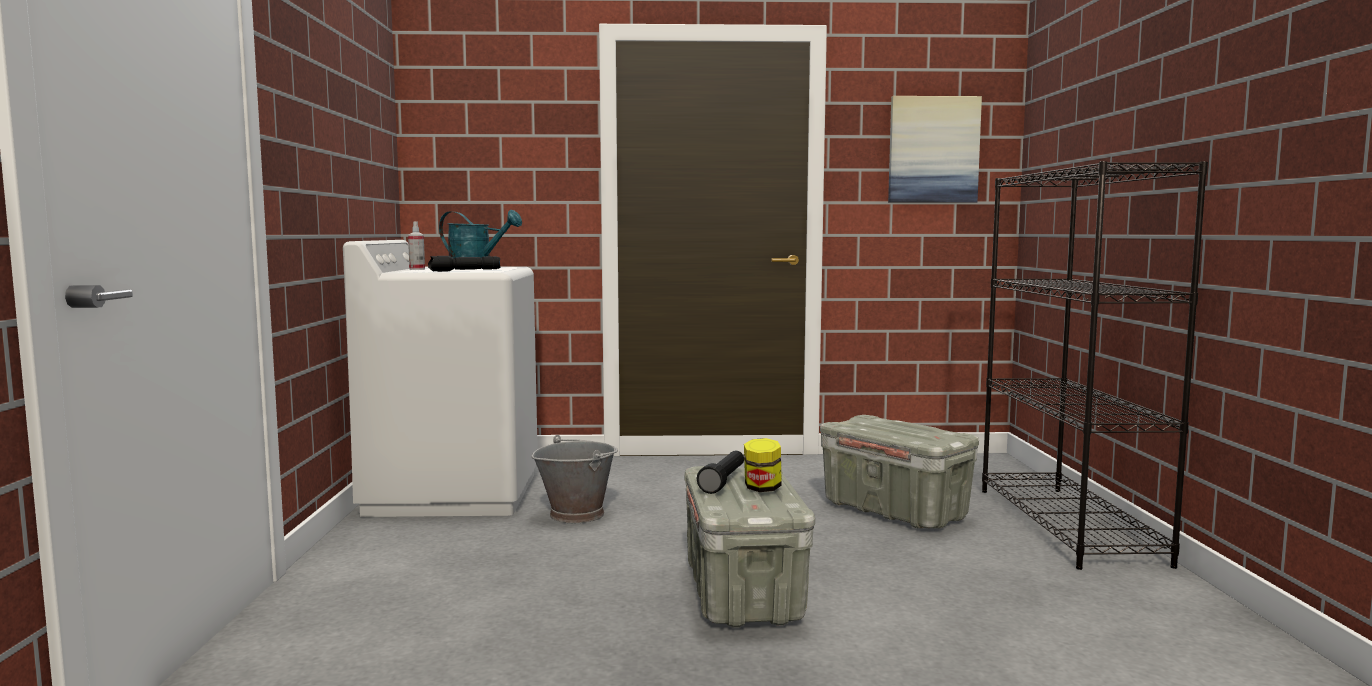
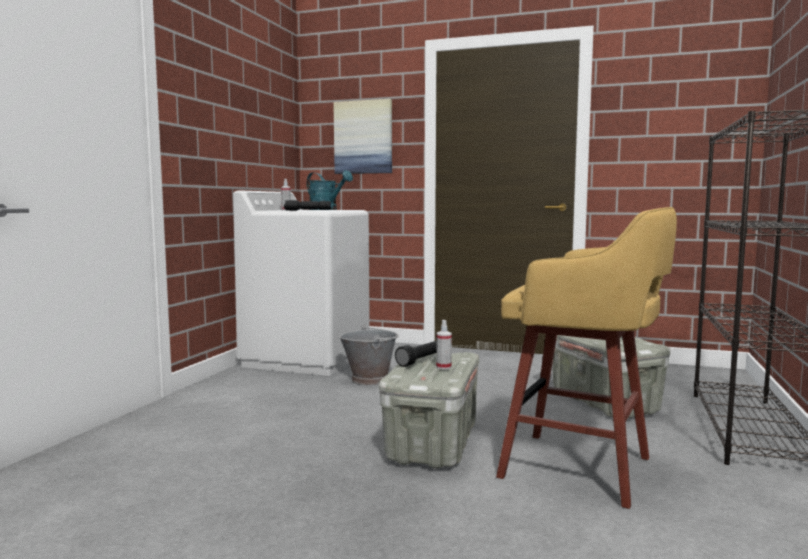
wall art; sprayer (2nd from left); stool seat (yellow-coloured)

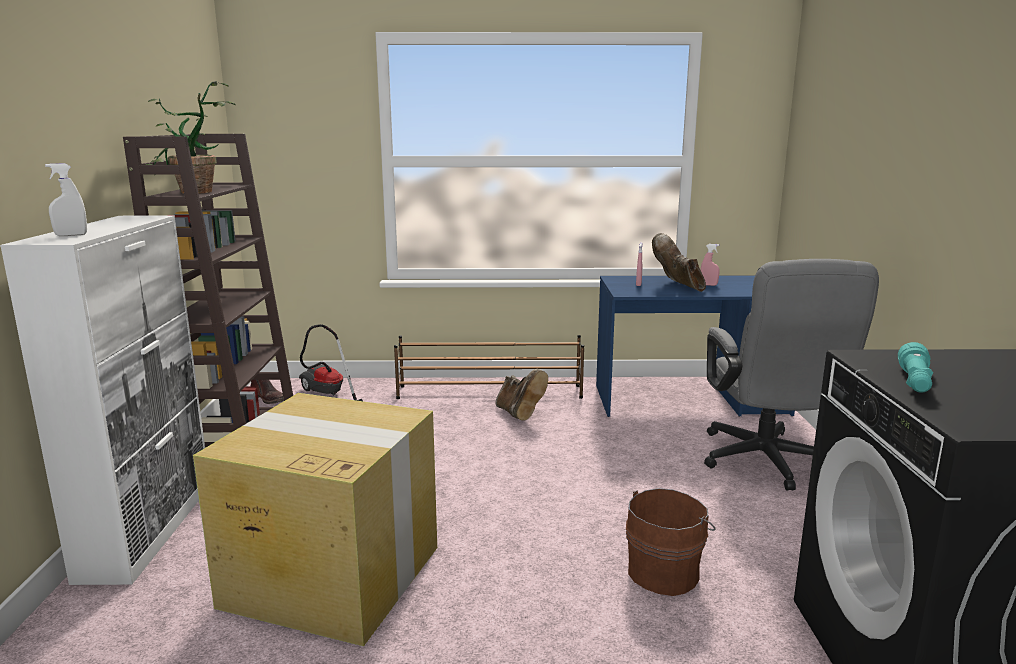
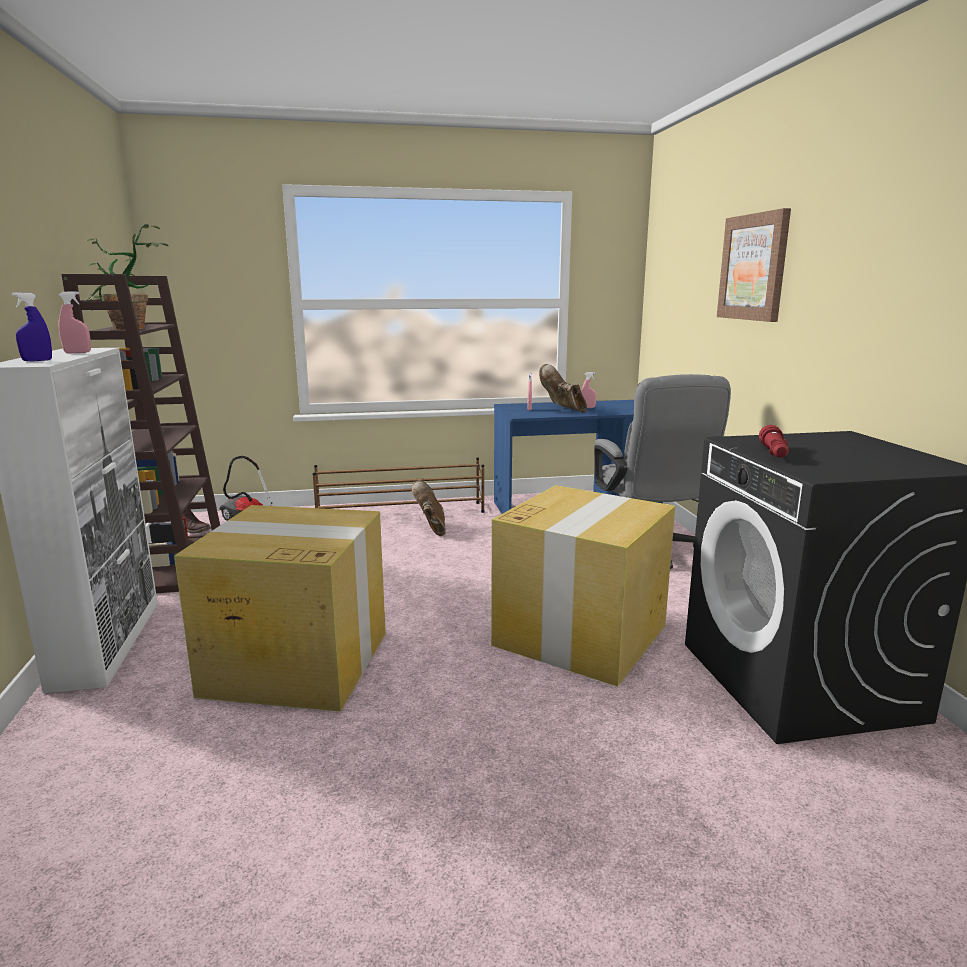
sprayer (blue-coloured); flashlight (reddish); tall boot (brownish) (2nd from left); packing box (2nd from left); wall art; sprayer (pink-coloured) (1st from left)

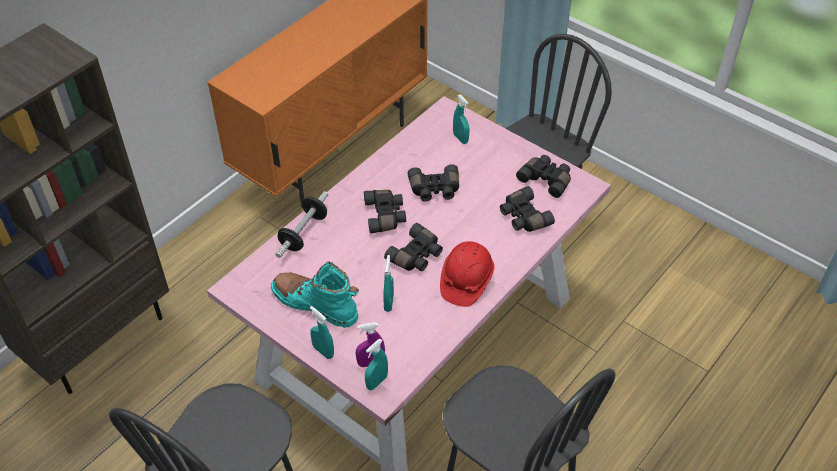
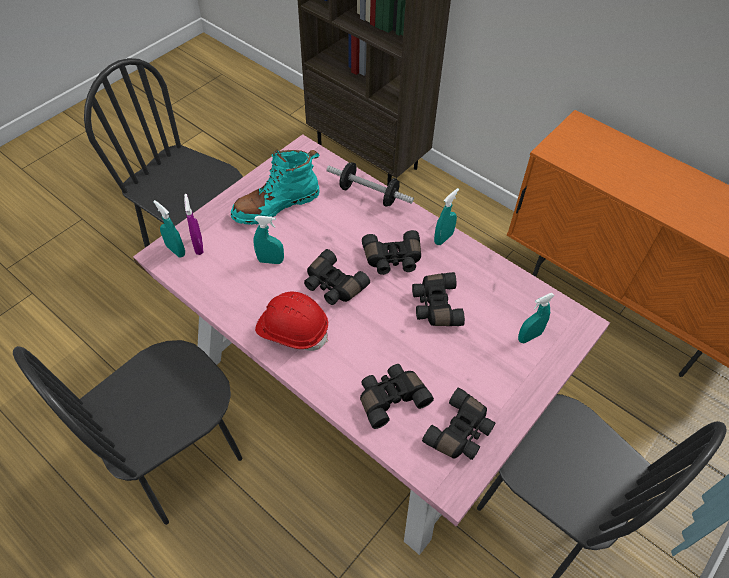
tall boot (blue-green); sprayer (blue-green) (3rd from left)

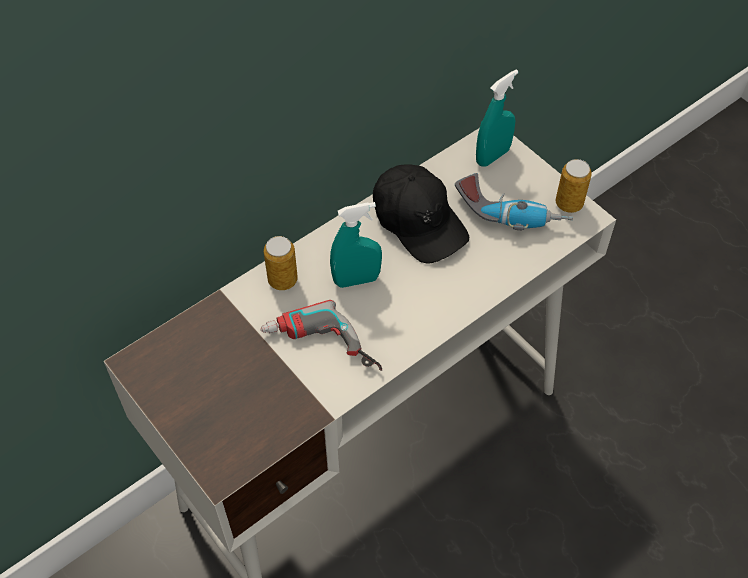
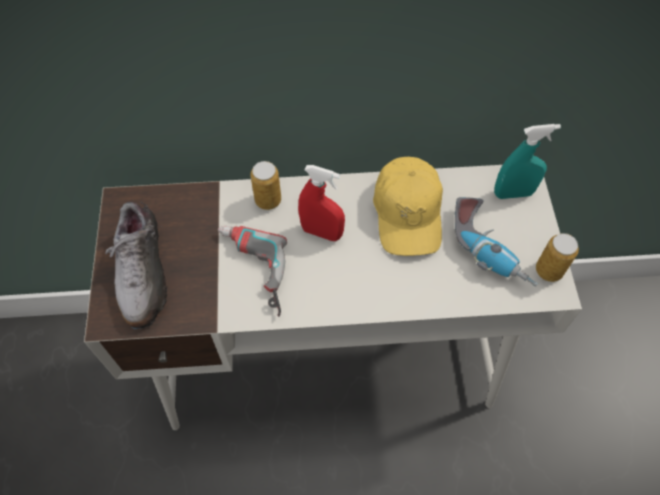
peaked cap (yellow-coloured); sprayer (reddish); low shoe

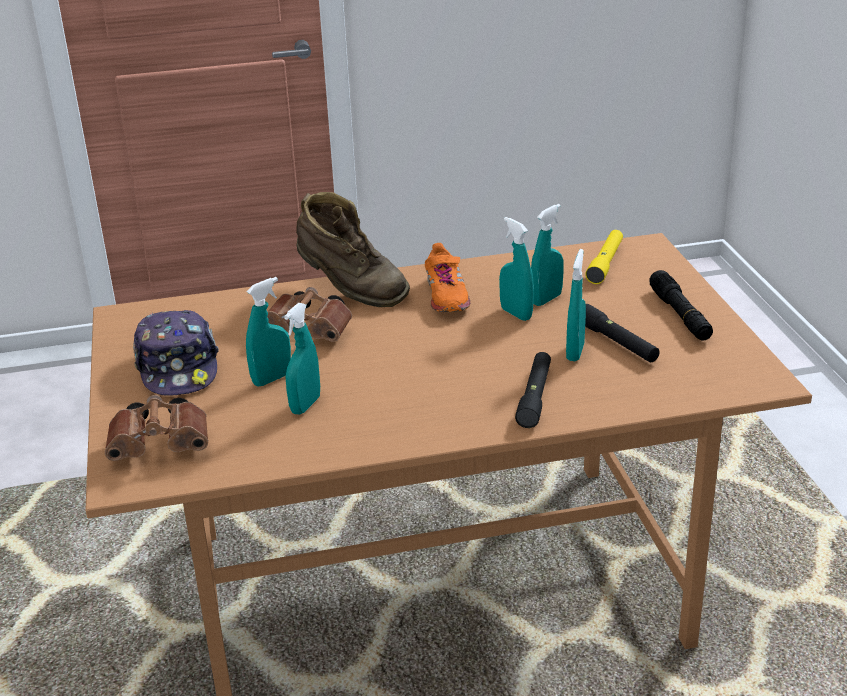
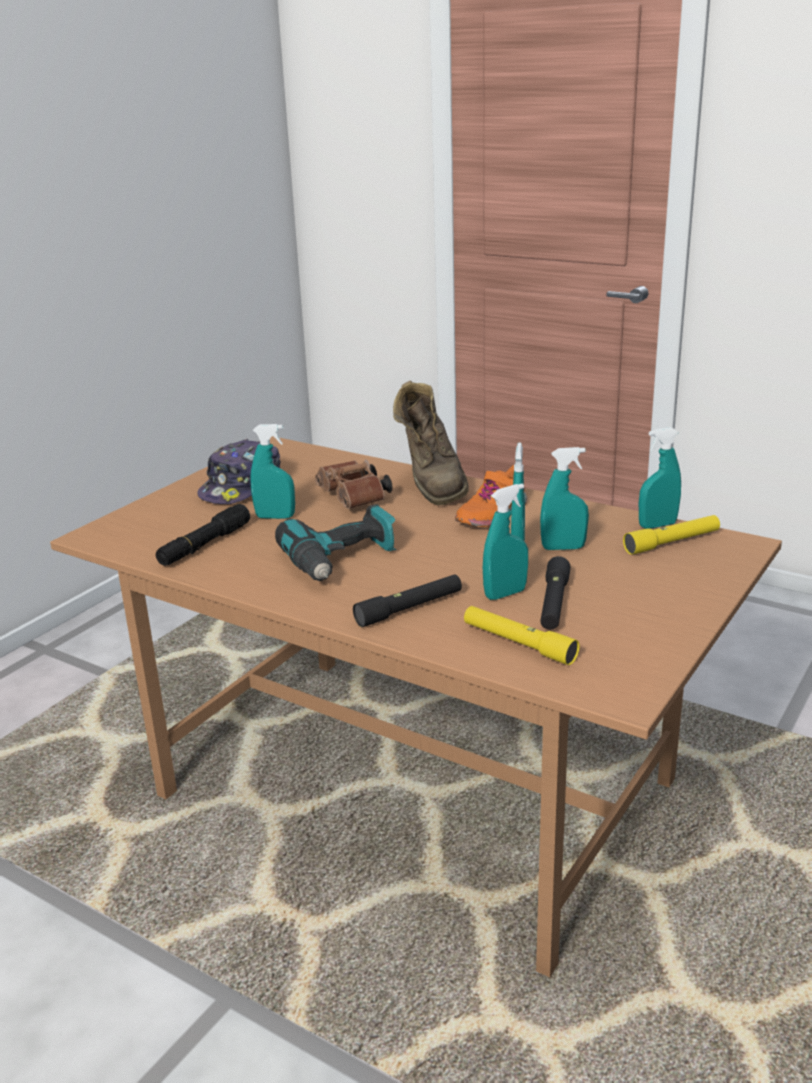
flashlight (blackish) (1st from left); sprayer (blue-green) (5th from left); pair of binoculars (brownish) (1st from left in the first image); drill; flashlight (yellow-coloured) (1st from left)

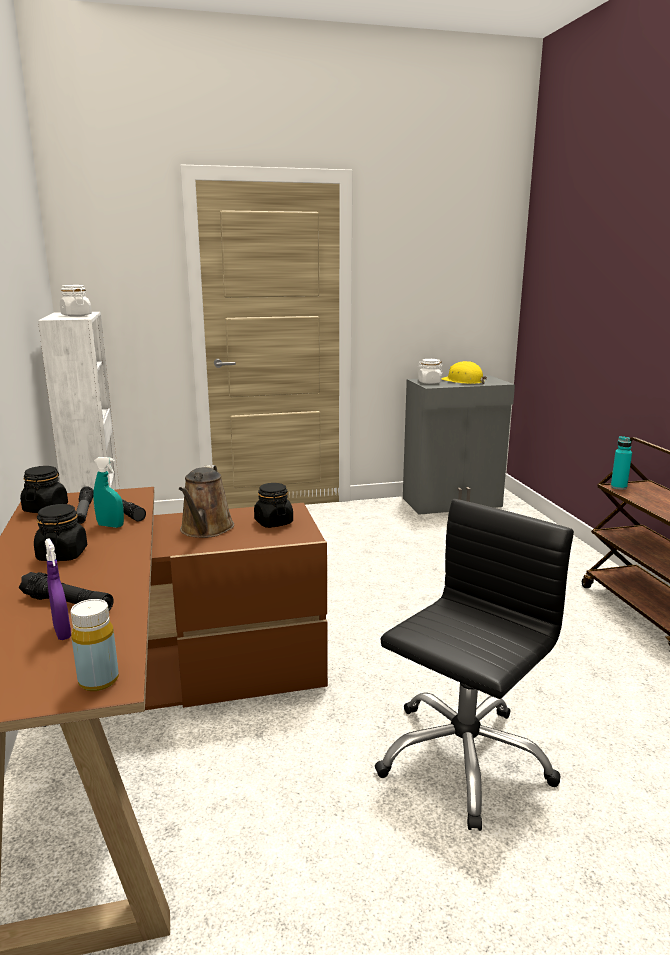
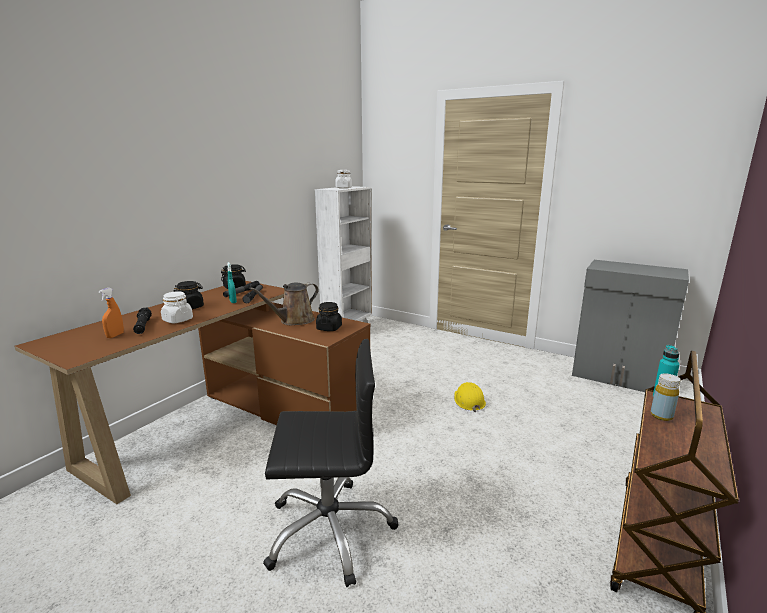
storage jar (whitish) (1st from left); safety helmet (yellow-coloured); sprayer (orangey); beverage bottle (yellow-coloured)

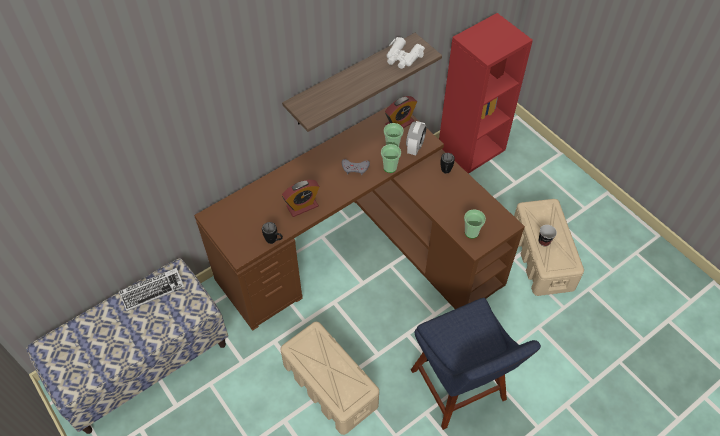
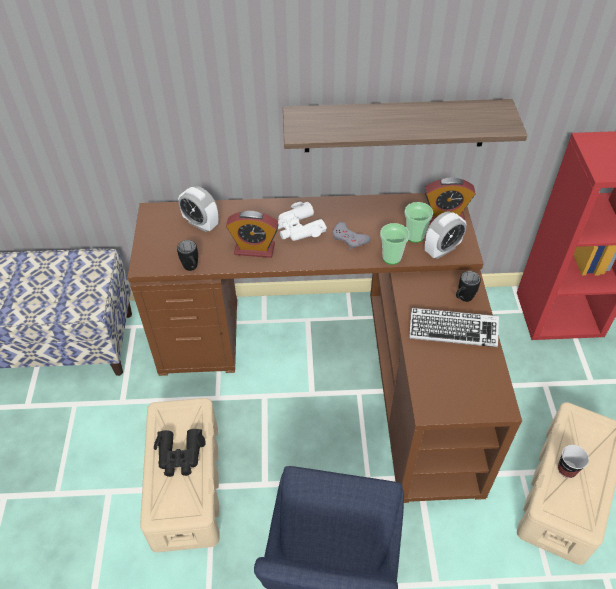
pair of binoculars (whitish); drinking cup (3rd from left in the first image); PC keyboard; alarm clock (1st from left); pair of binoculars (blackish)

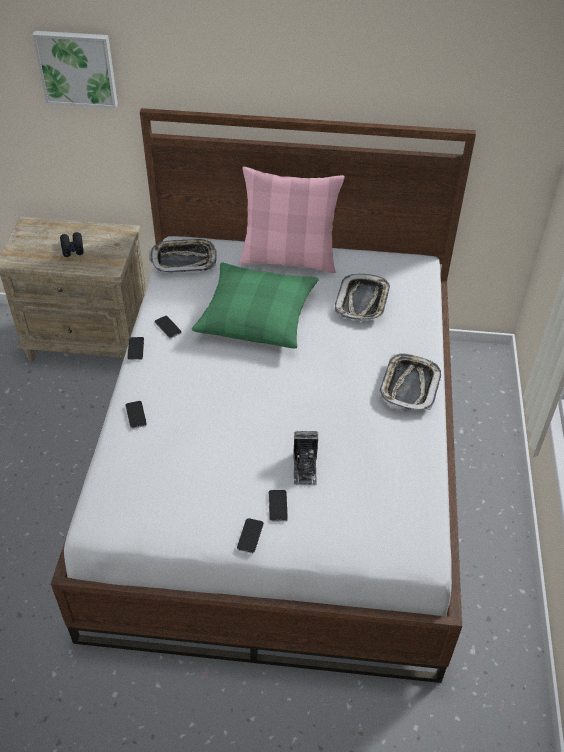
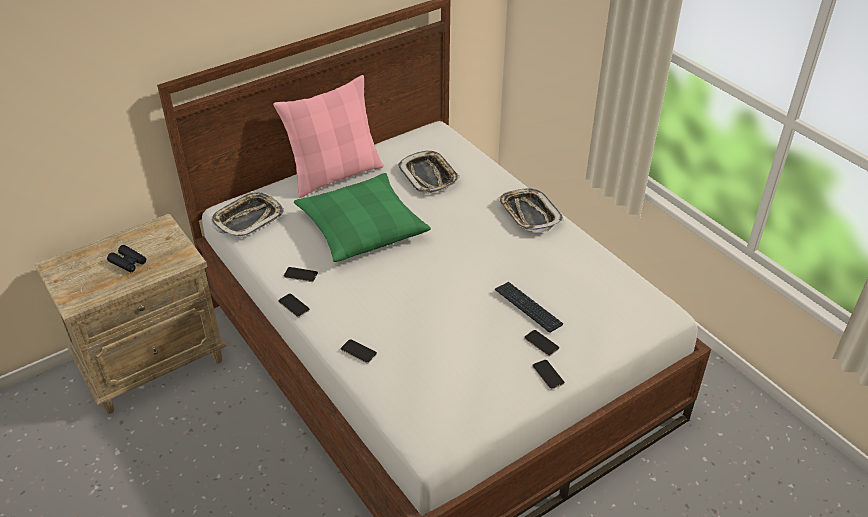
wall art; PC keyboard

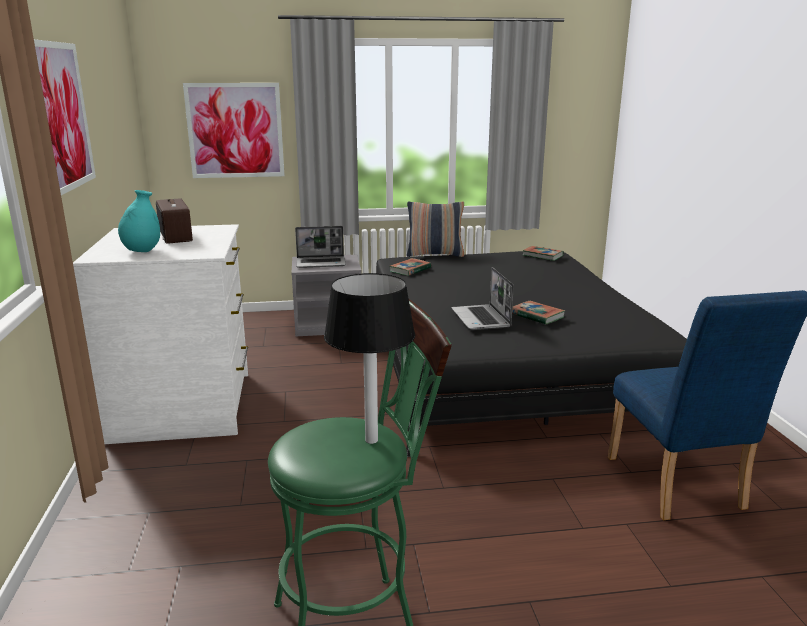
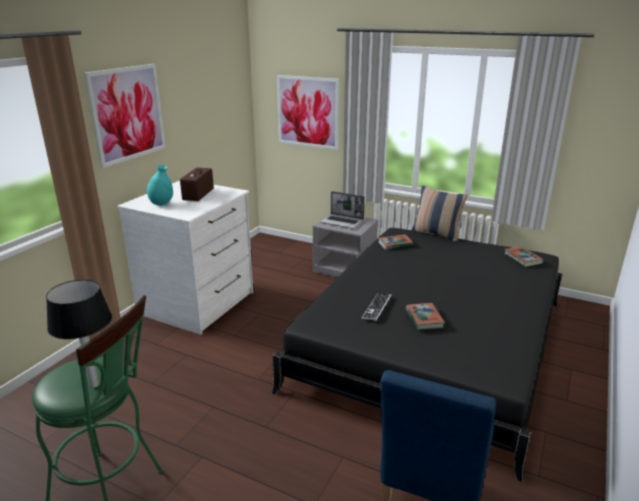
PC keyboard

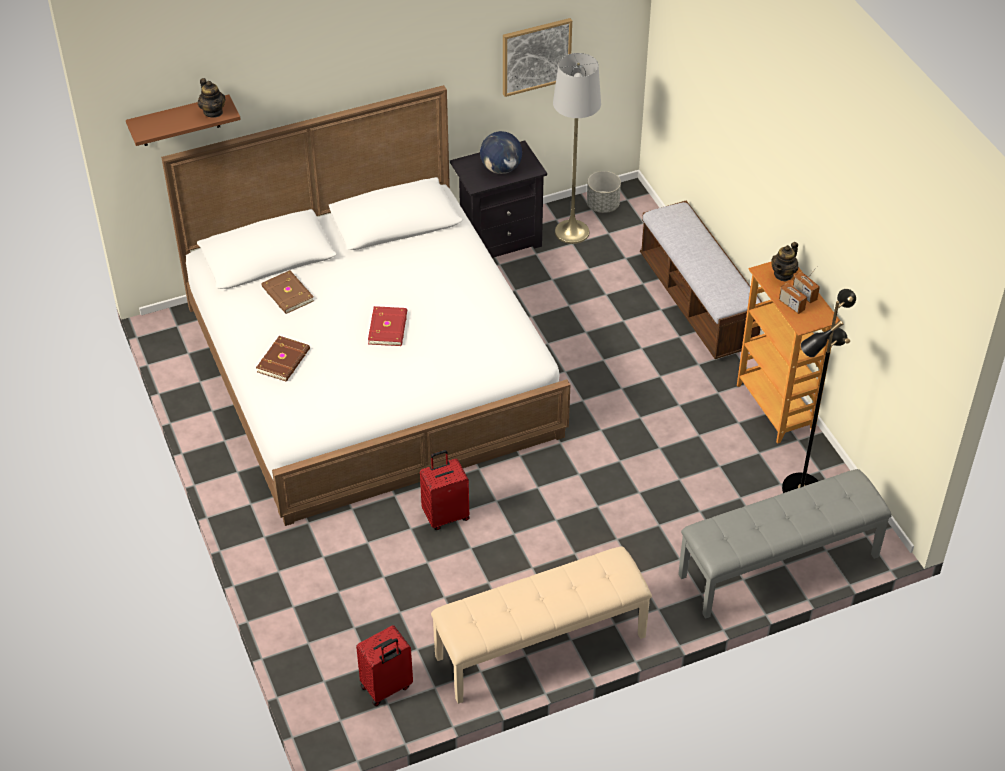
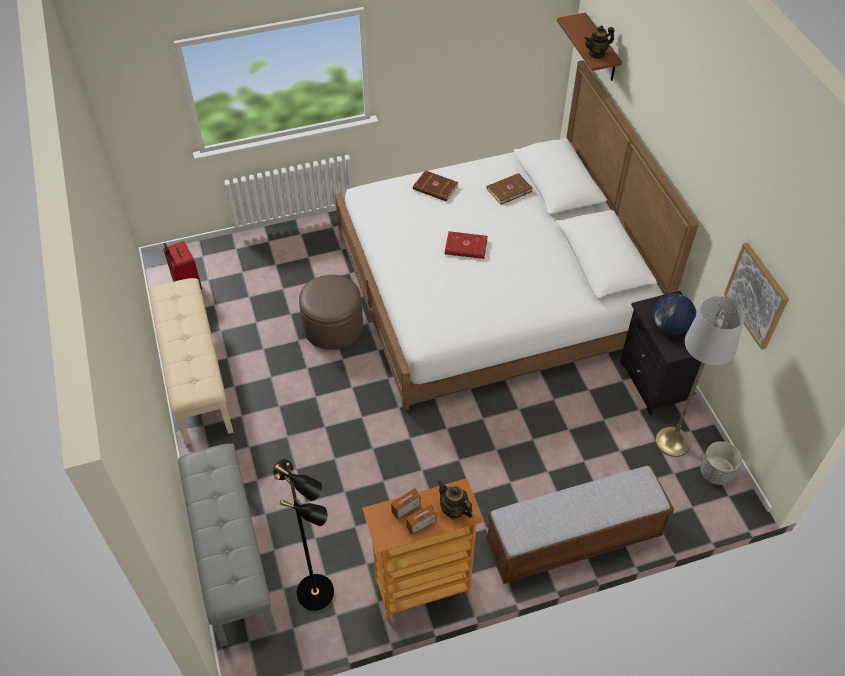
pouffe (brownish)

